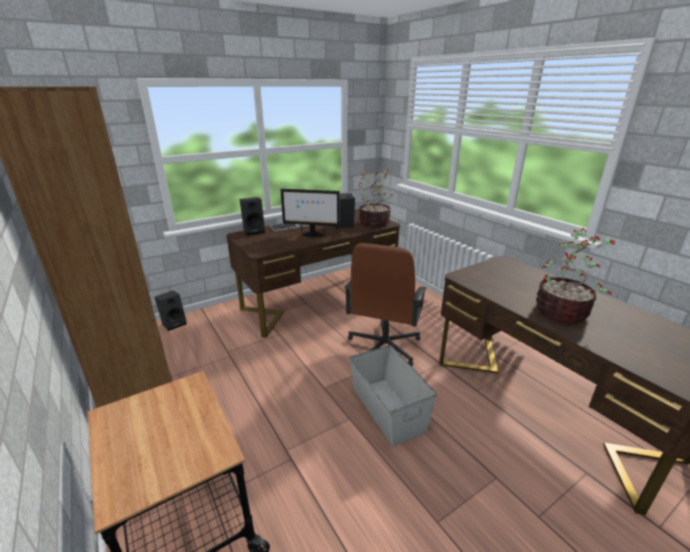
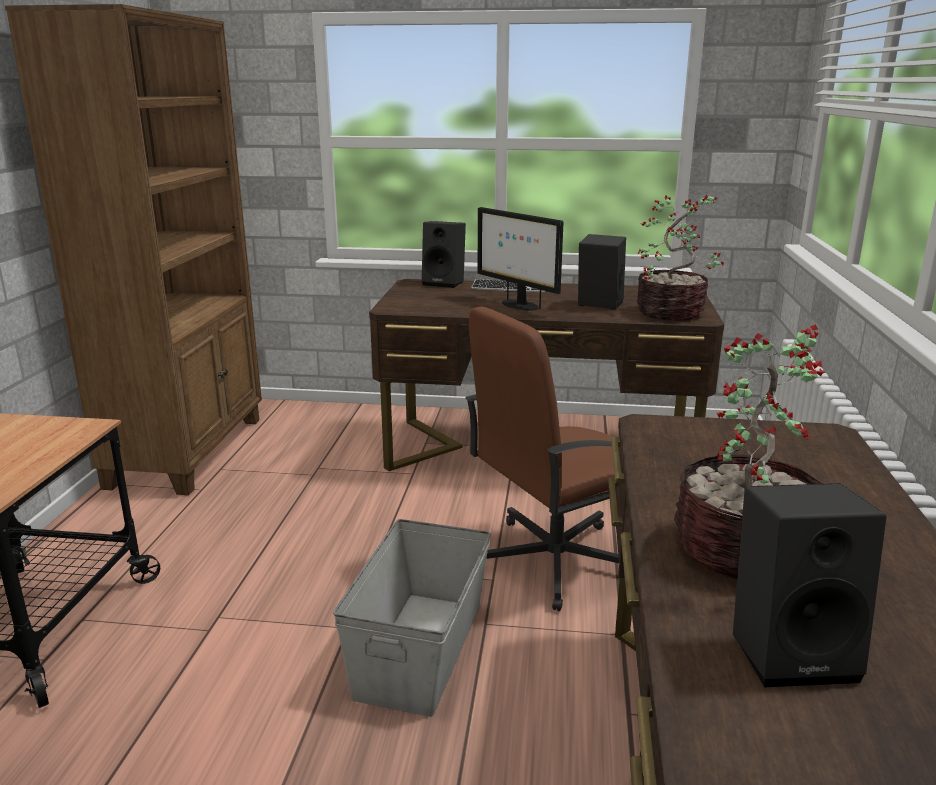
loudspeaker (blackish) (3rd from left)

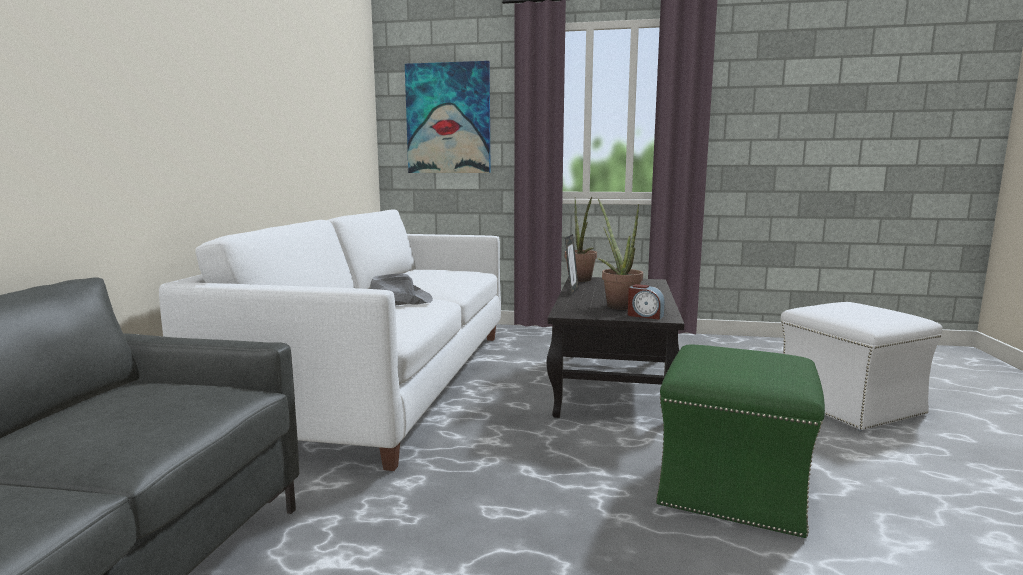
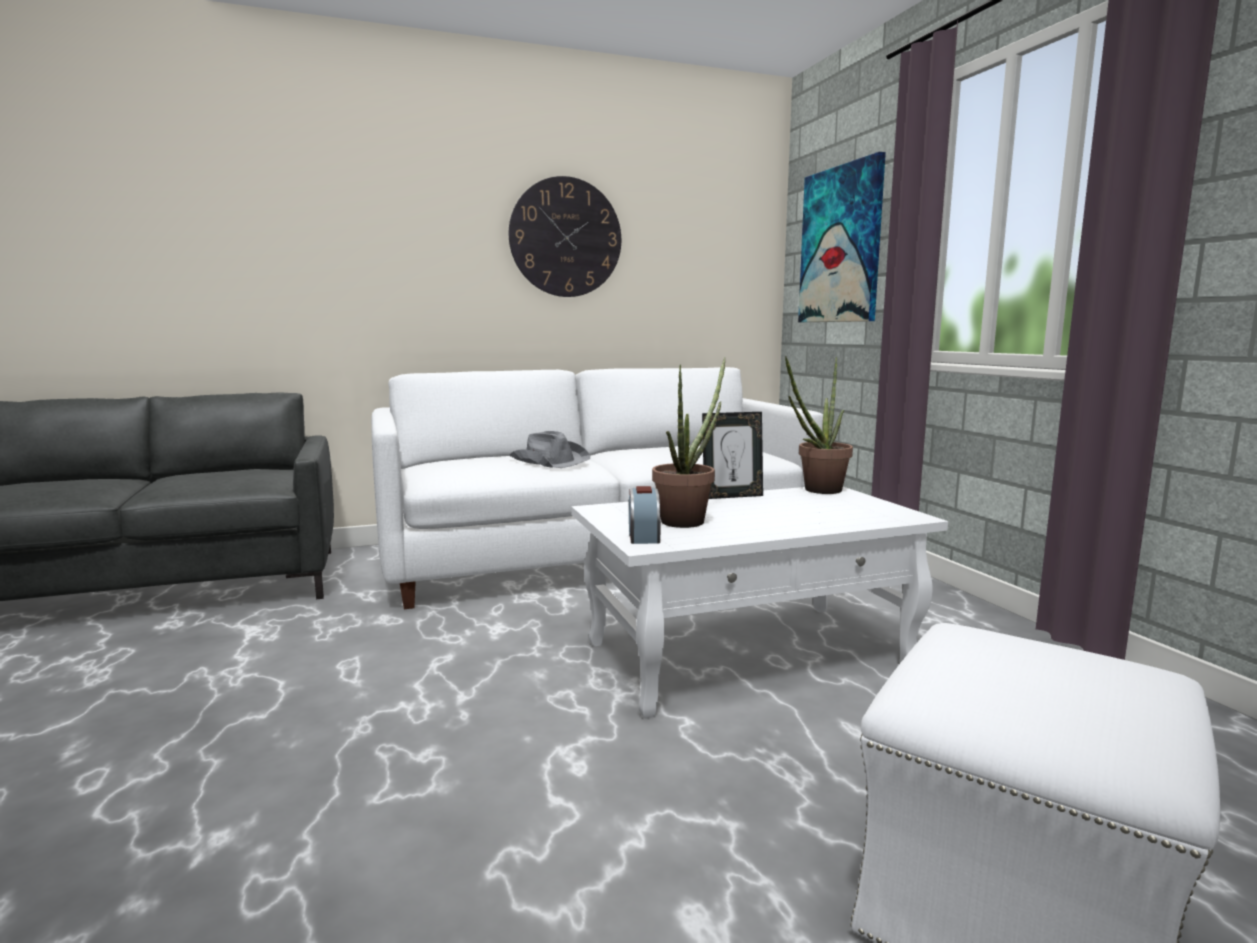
coffee table (whitish); pouffe (green-coloured); clock on the wall

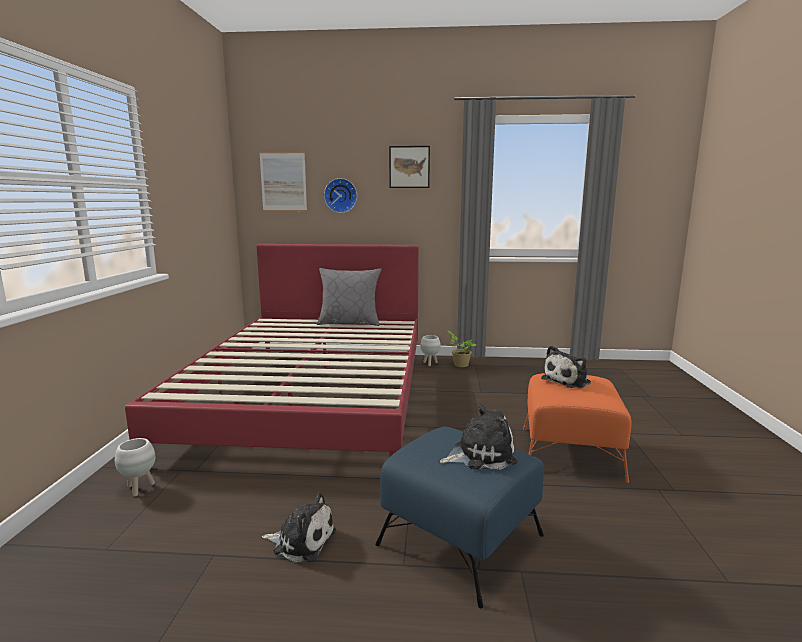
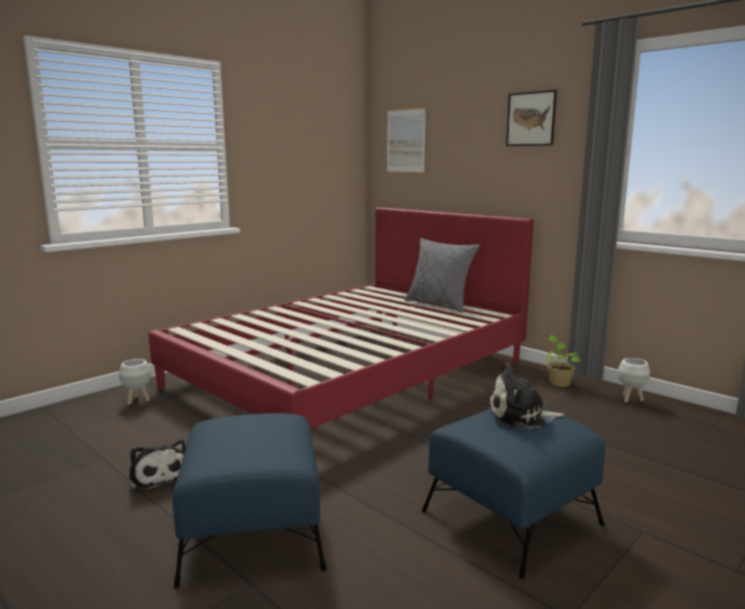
clock on the wall; plant pot (whitish) (2nd from left); pouffe (blue-coloured) (2nd from left); plush toy (2nd from left in the first image)

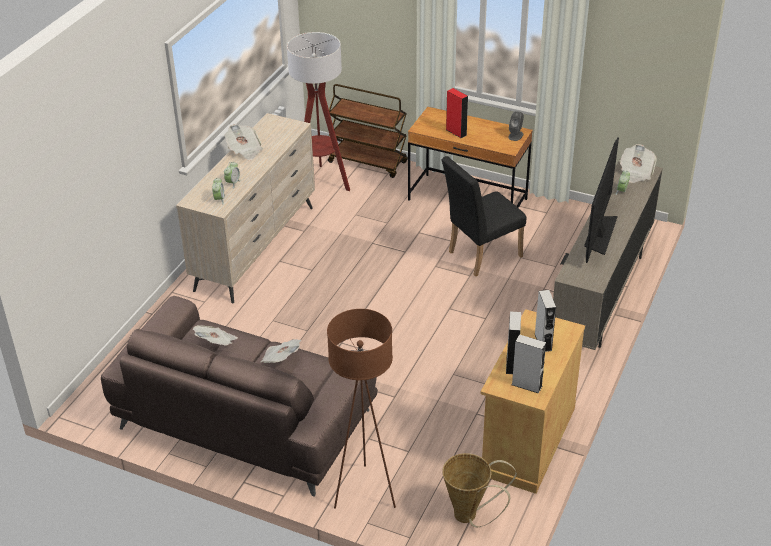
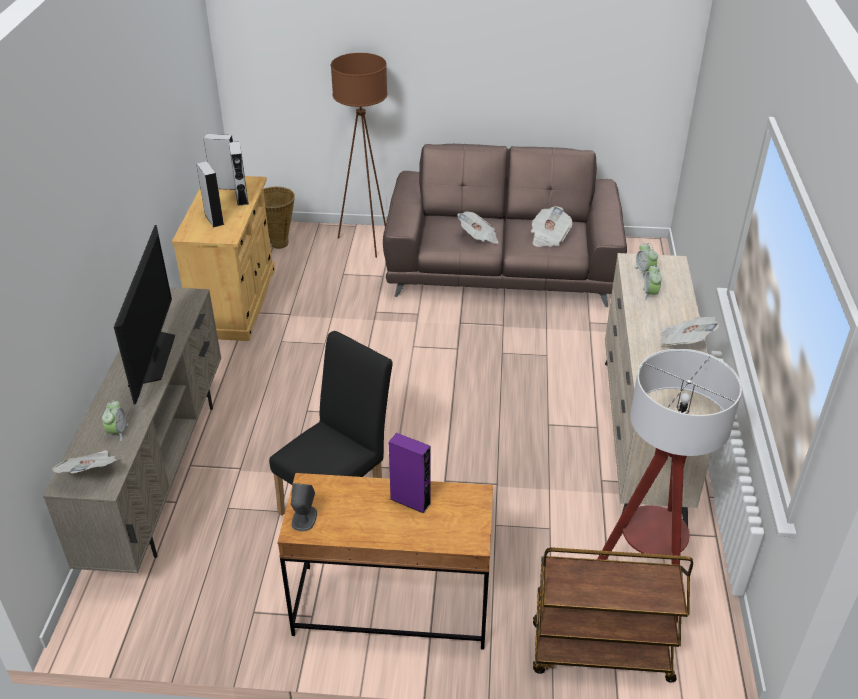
loudspeaker (purple-coloured)

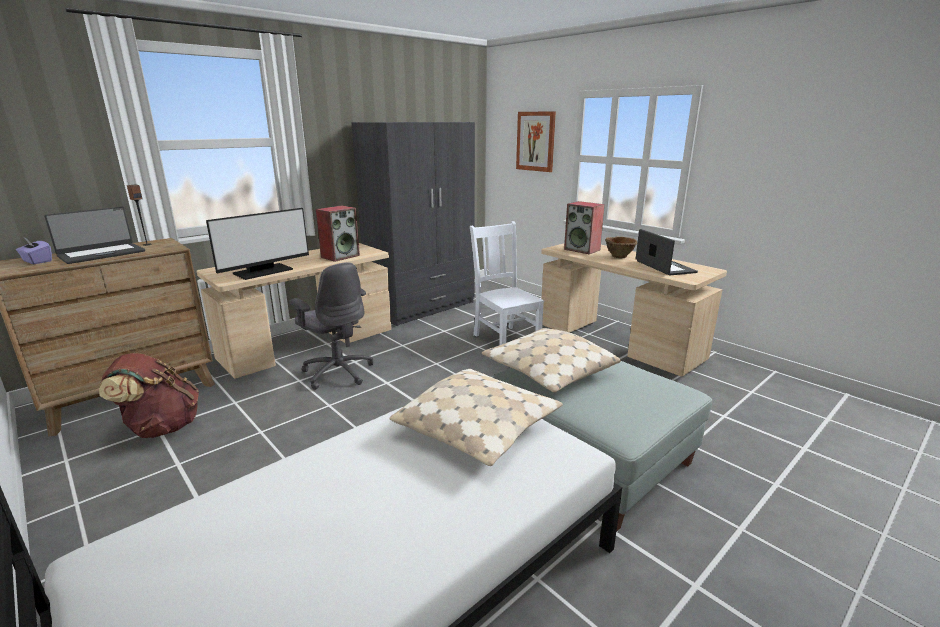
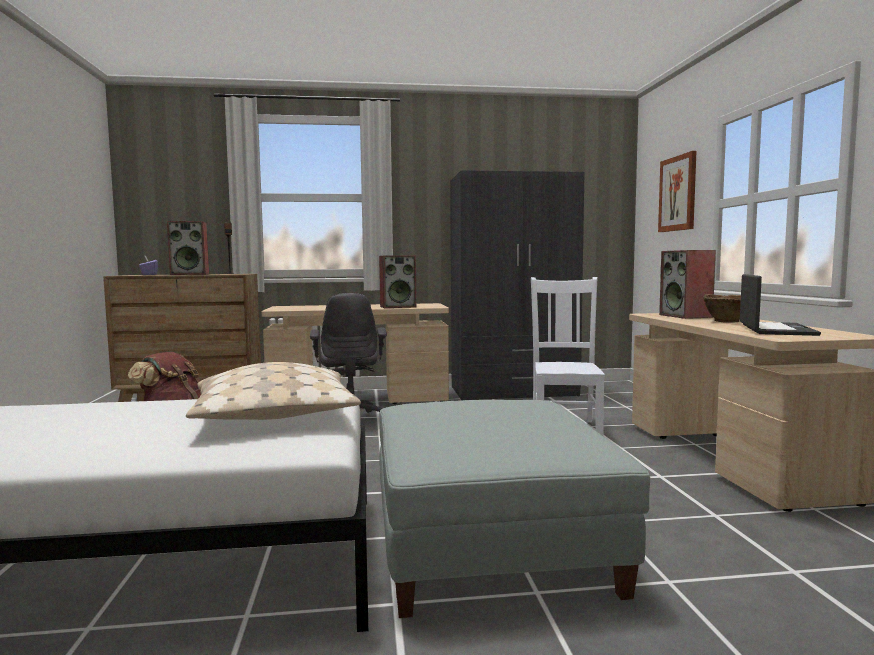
loudspeaker (1st from left); computer display; throw pillow (sand-coloured) (2nd from left in the first image)

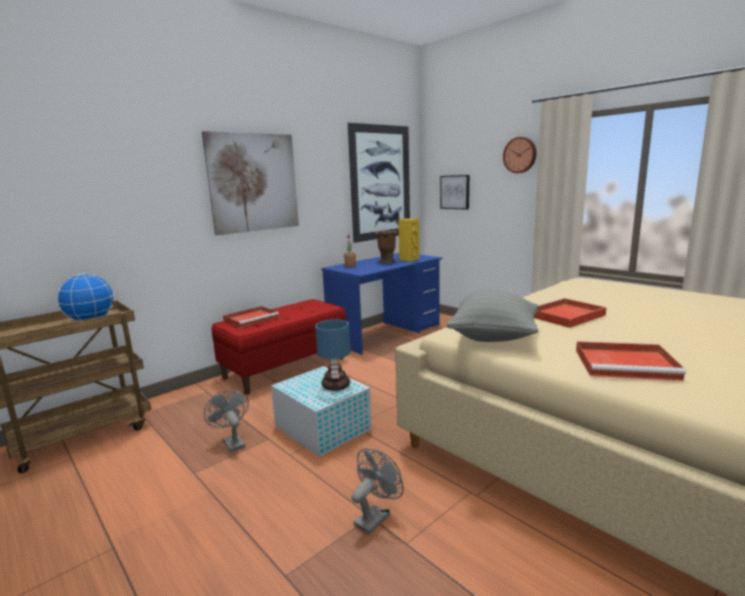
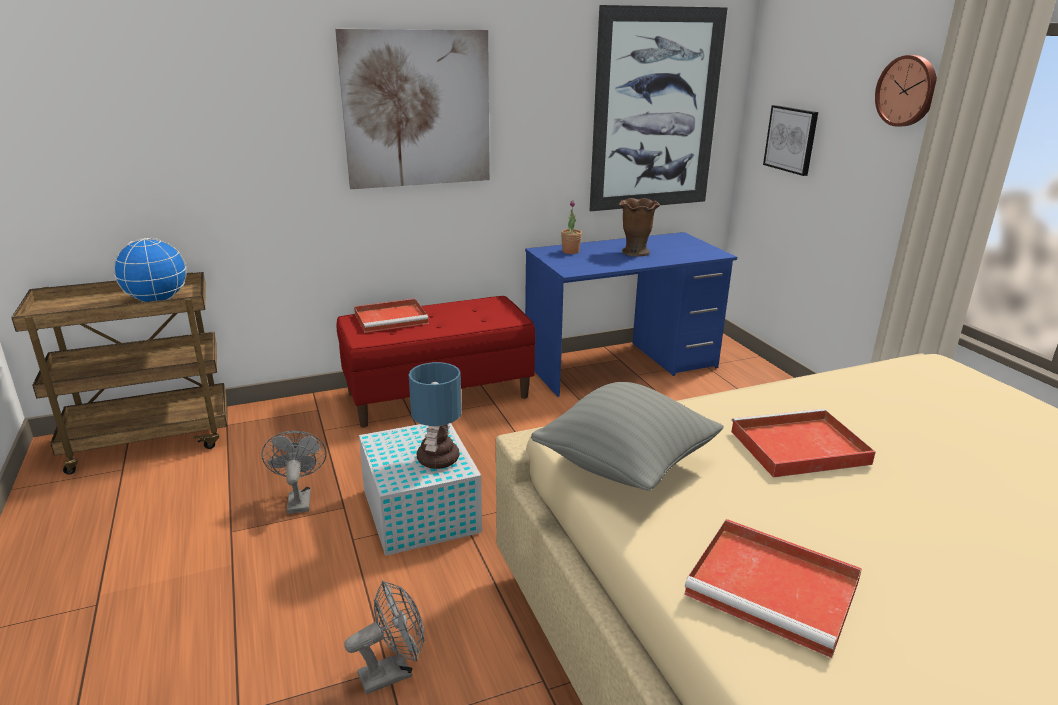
loudspeaker (yellow-coloured)

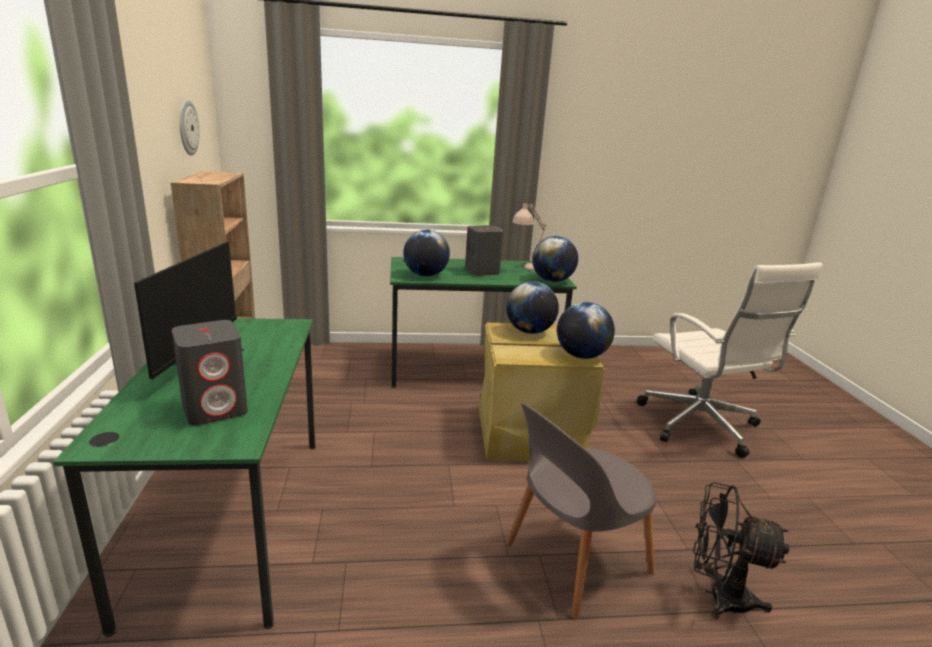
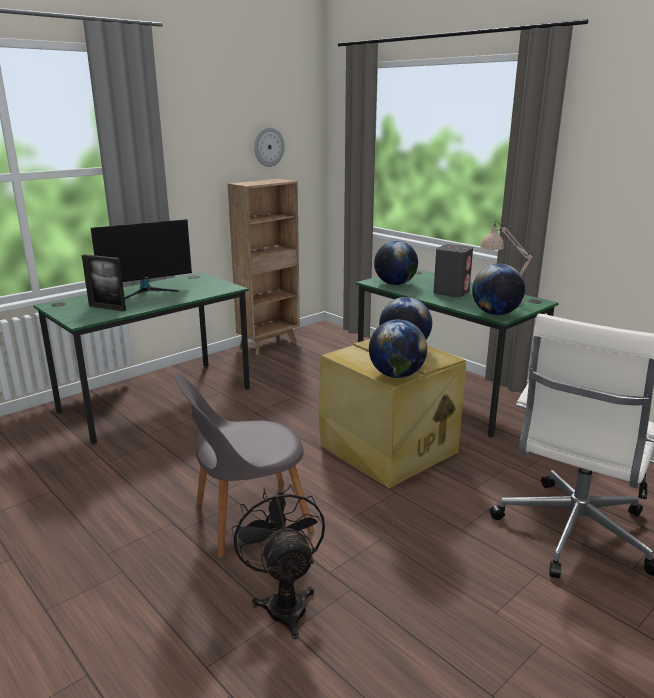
picture frame; upright chair (greyish)

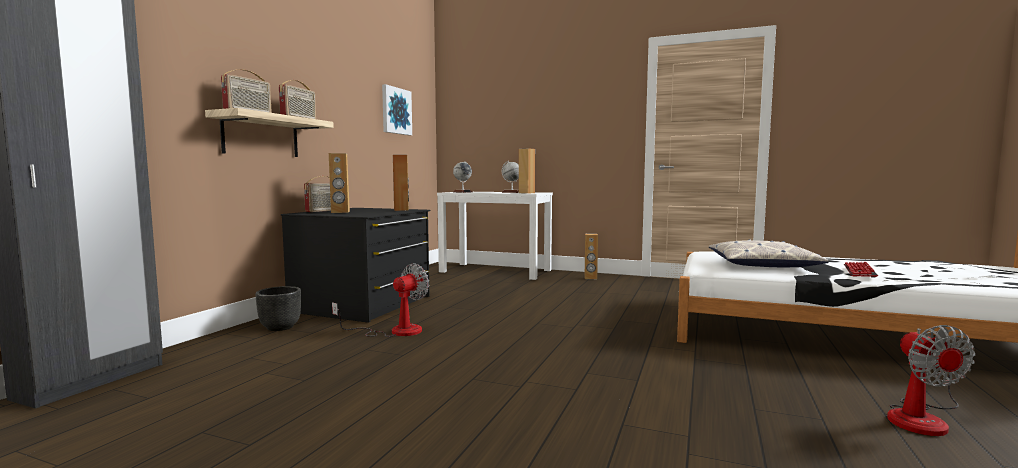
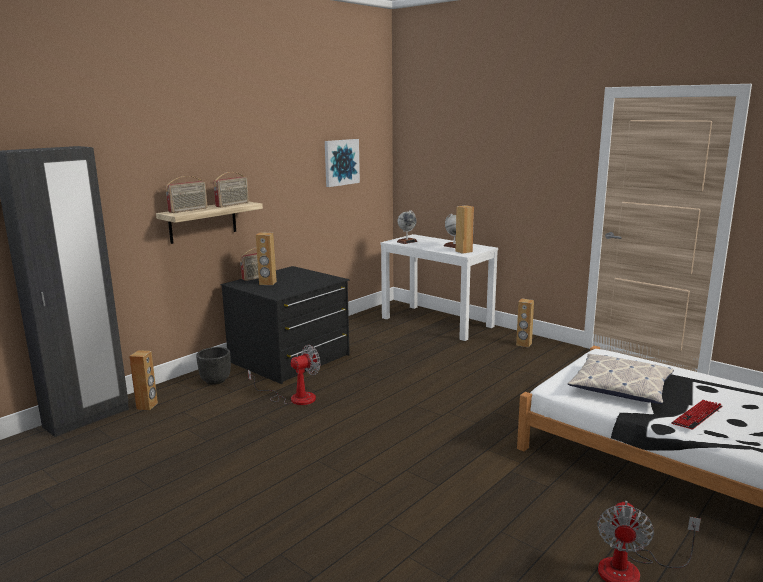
loudspeaker (brownish) (1st from left)

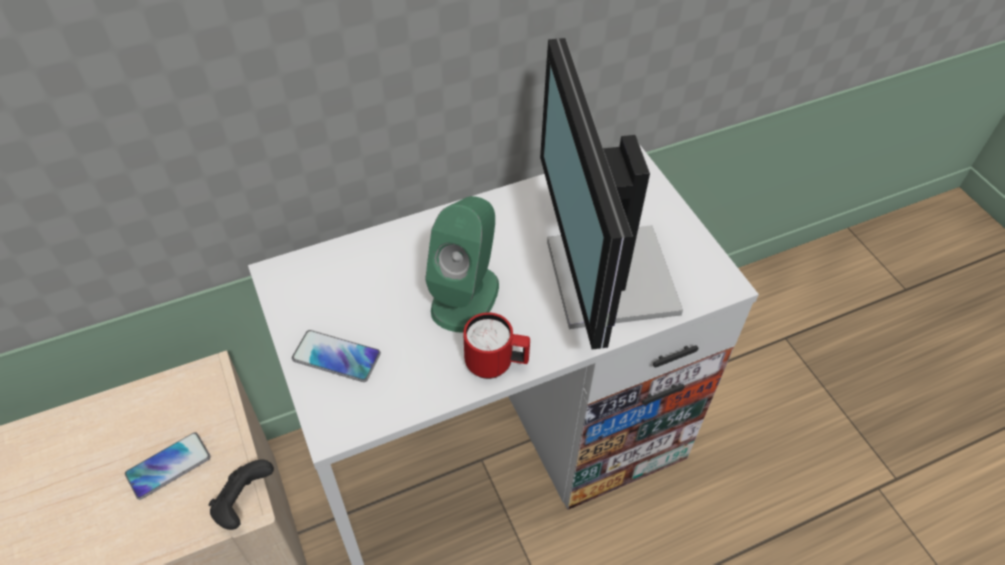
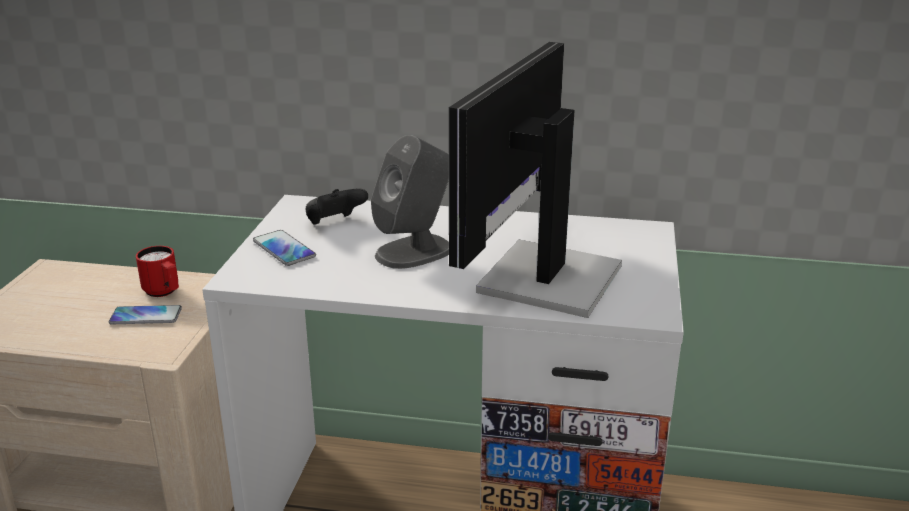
loudspeaker (greyish); mug (reddish); gamepad (blackish)

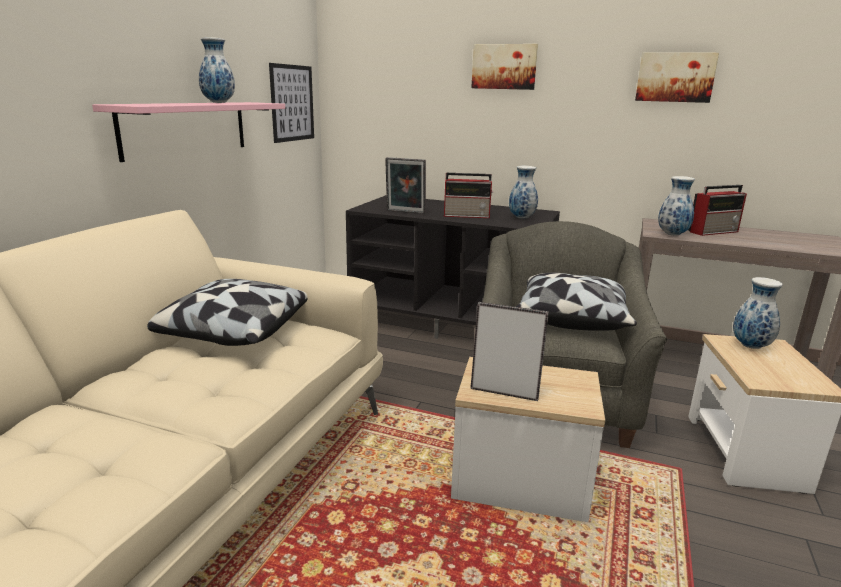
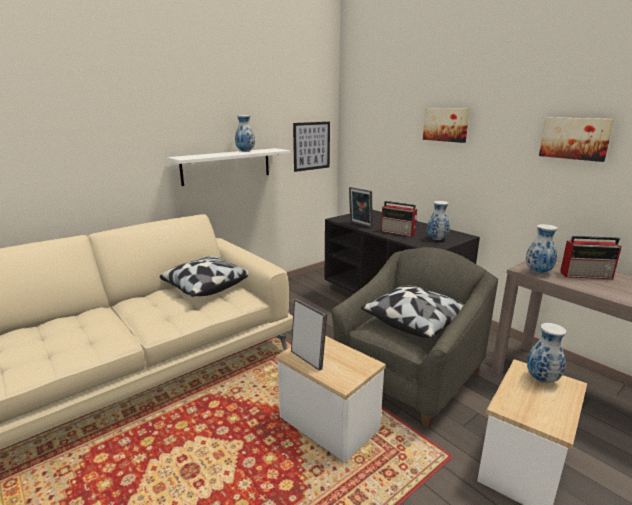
wall shelf (whitish)

